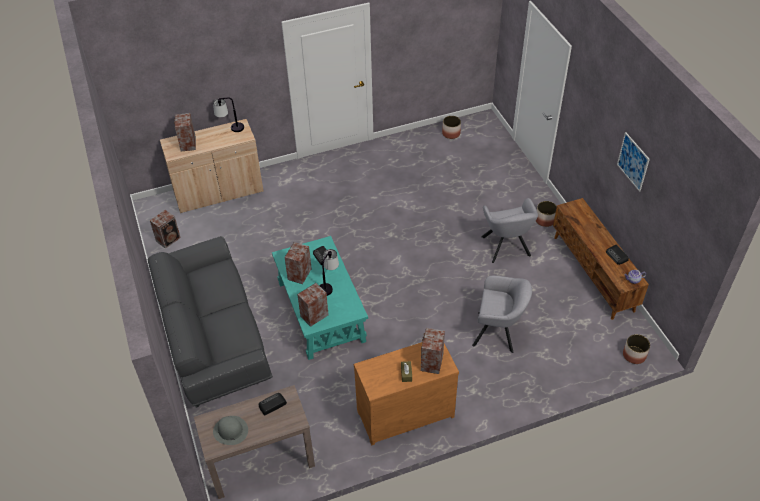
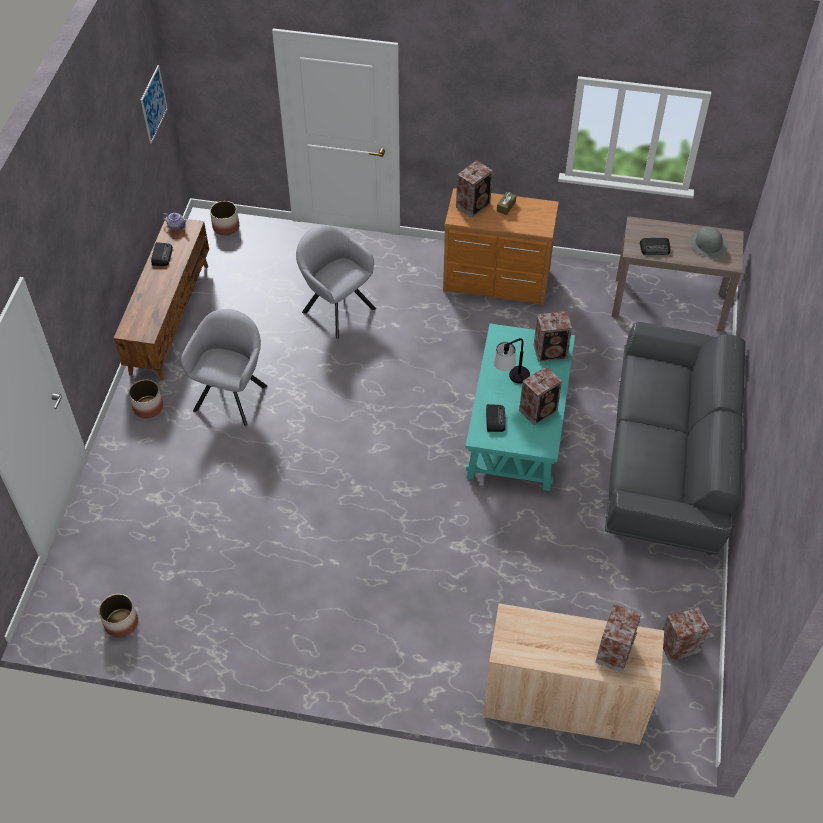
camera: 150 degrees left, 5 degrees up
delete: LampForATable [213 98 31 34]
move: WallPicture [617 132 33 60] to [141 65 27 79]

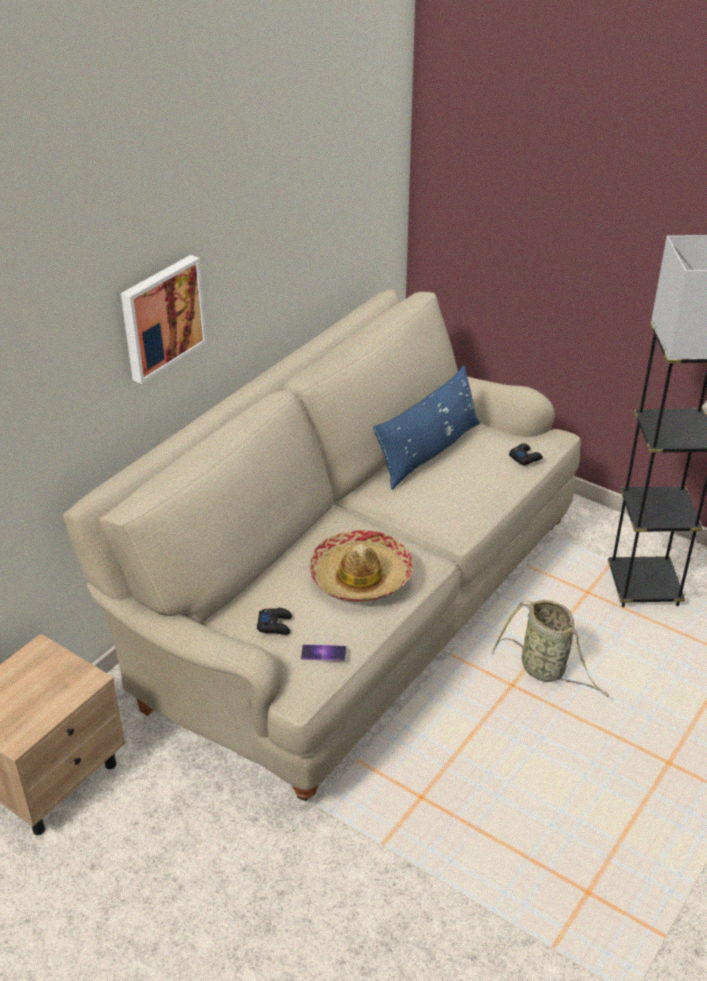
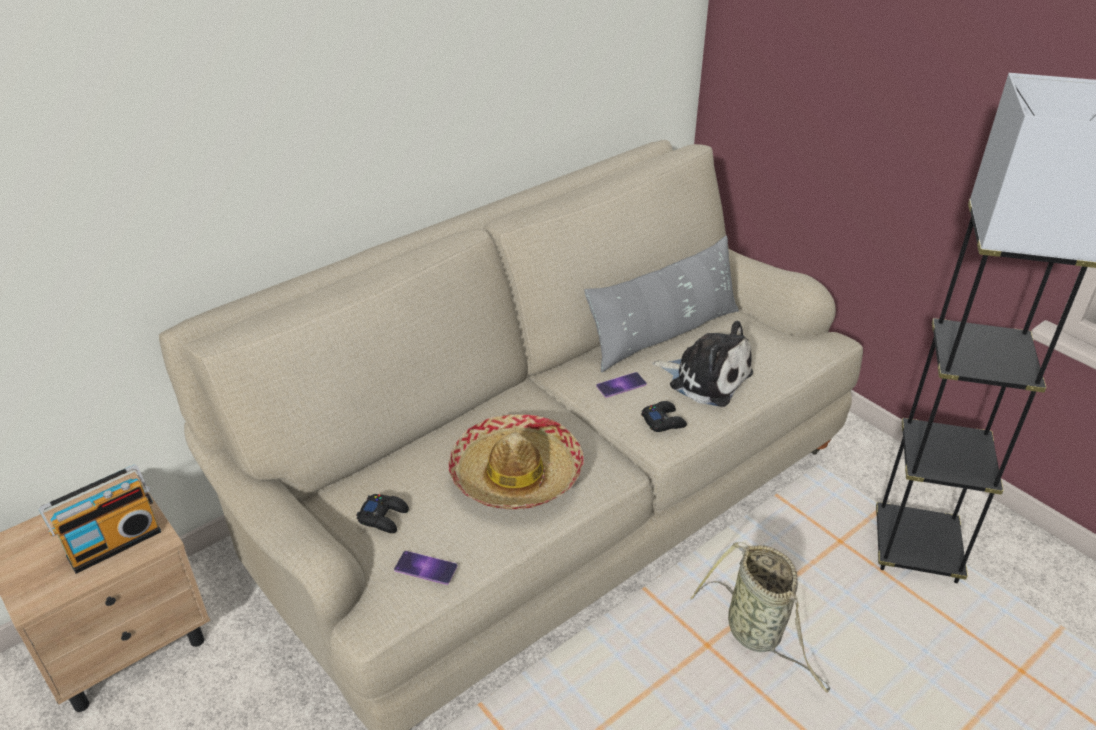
camera: 15 degrees right, 0 degrees up
delete: WallPicture [121 255 86 129]
insert: RadioReceiver [39 465 122 109]; Phone [596 372 51 26]; PlushToy [652 321 101 86]
move: BlackGamepad [509 443 34 22] to [641 401 46 31]
recolor: BluishCushion [373 365 107 125] to GreyishCushion [584 236 155 137]

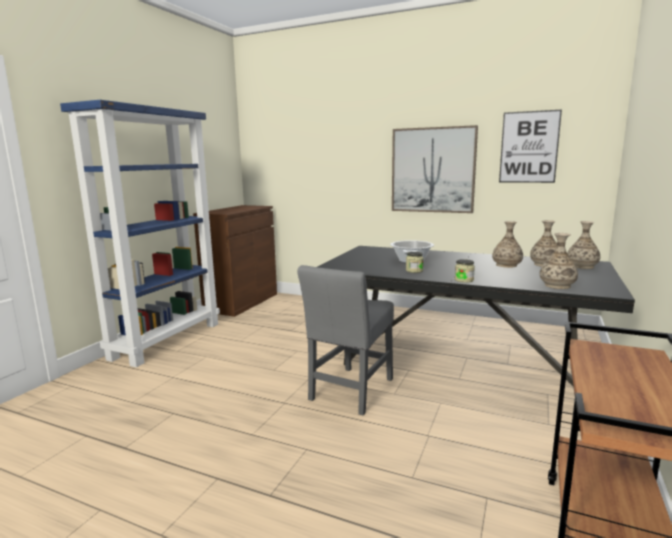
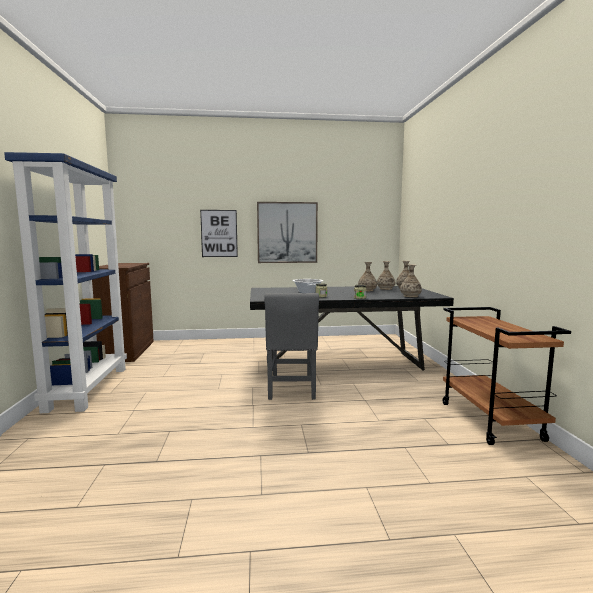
camera: 30 degrees left, 5 degrees down
move: WallPicture [499 110 63 73] to [200 210 38 47]

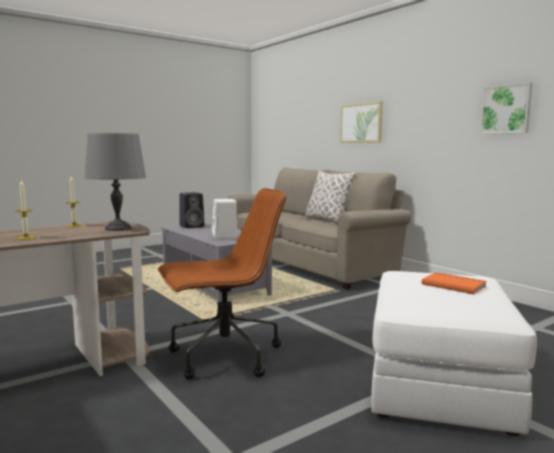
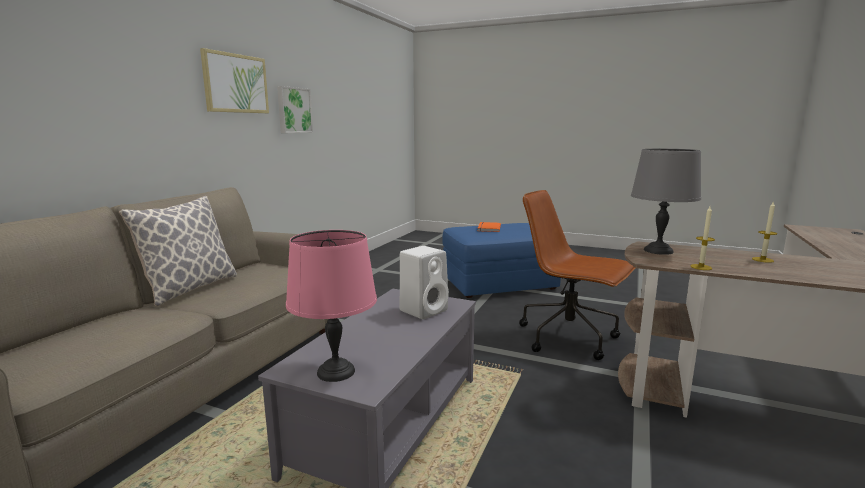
camera: 120 degrees left, 5 degrees up
move: WallPicture [340 101 43 42] to [200 48 69 65]
replace: BlackAudioSpeaker [180 192 24 36] to PinkColouredLampForATable [286 230 91 152]
recolor: WhiteColouredPouffe [371 271 166 165] to BluishPouffe [442 223 119 75]

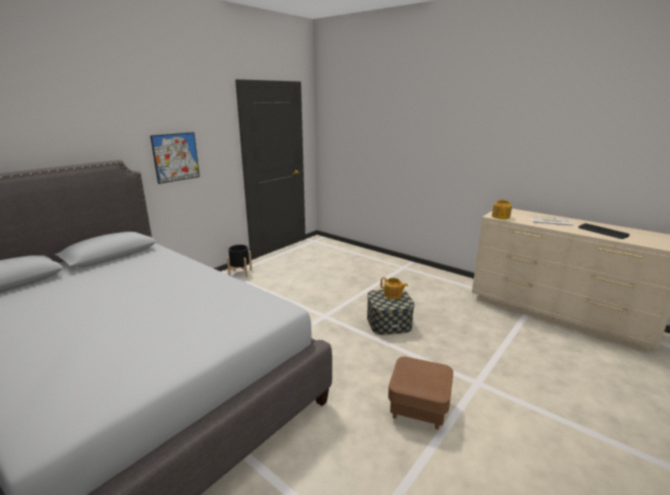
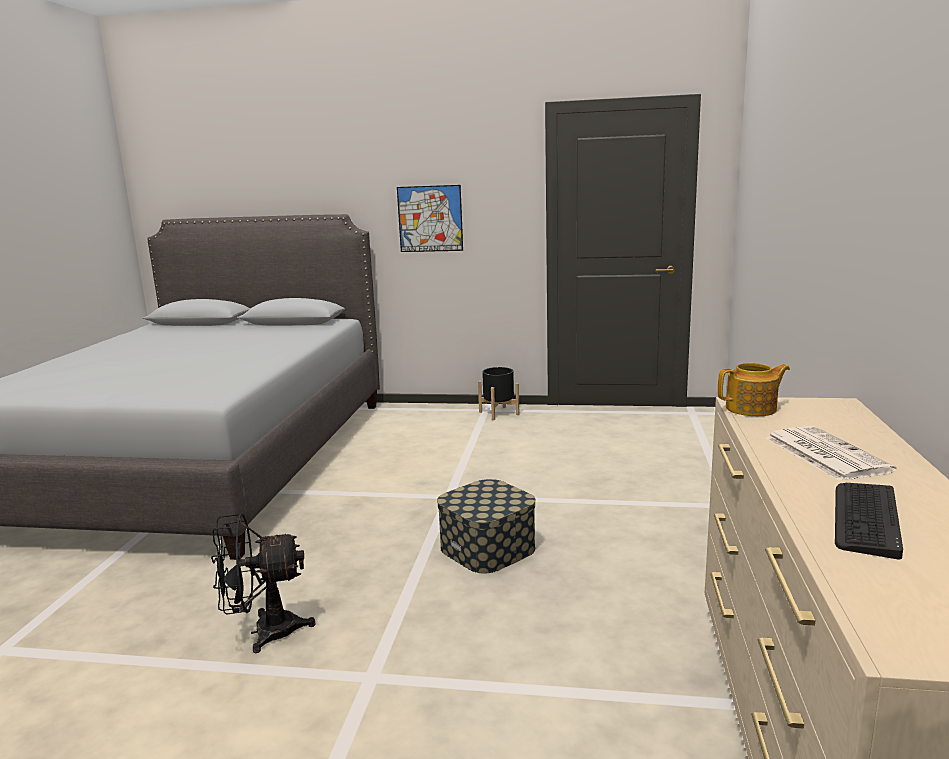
camera: 60 degrees right, 5 degrees down
delete: TeaPot [381 277 27 22]
replace: BrownishPouffe [388 357 65 73] to BlackElectricFan [211 514 105 139]

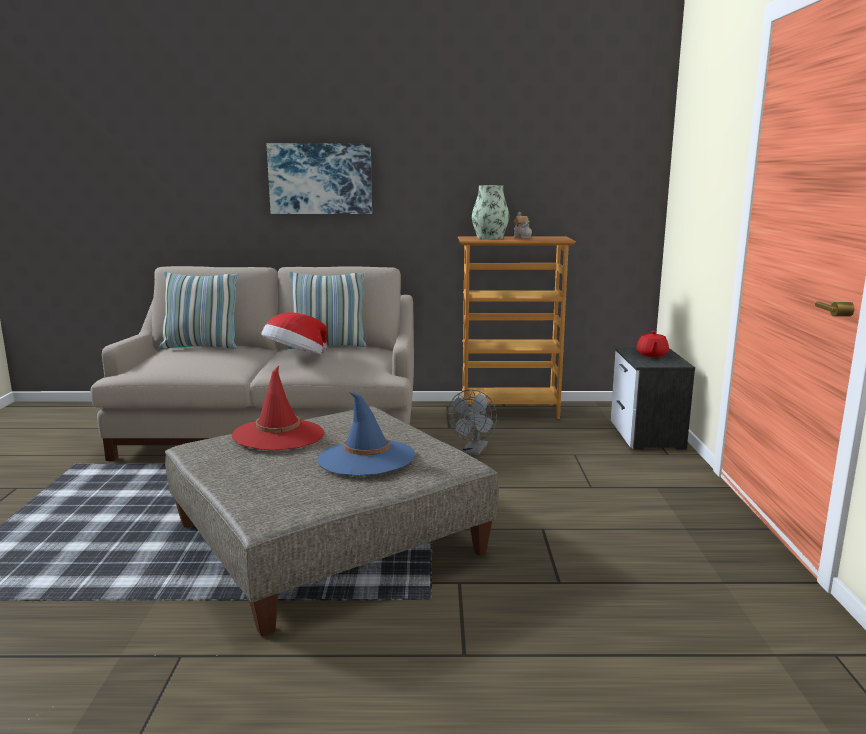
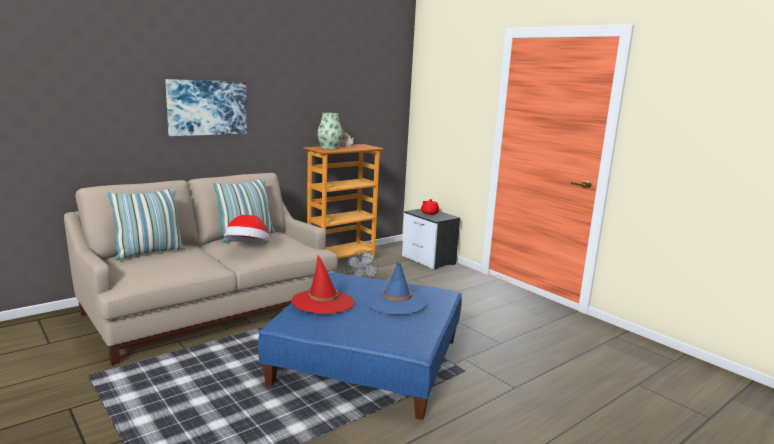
camera: 40 degrees left, 0 degrees up
recolor: SandColouredPouffe [165 406 334 230] to BluishPouffe [258 272 204 148]

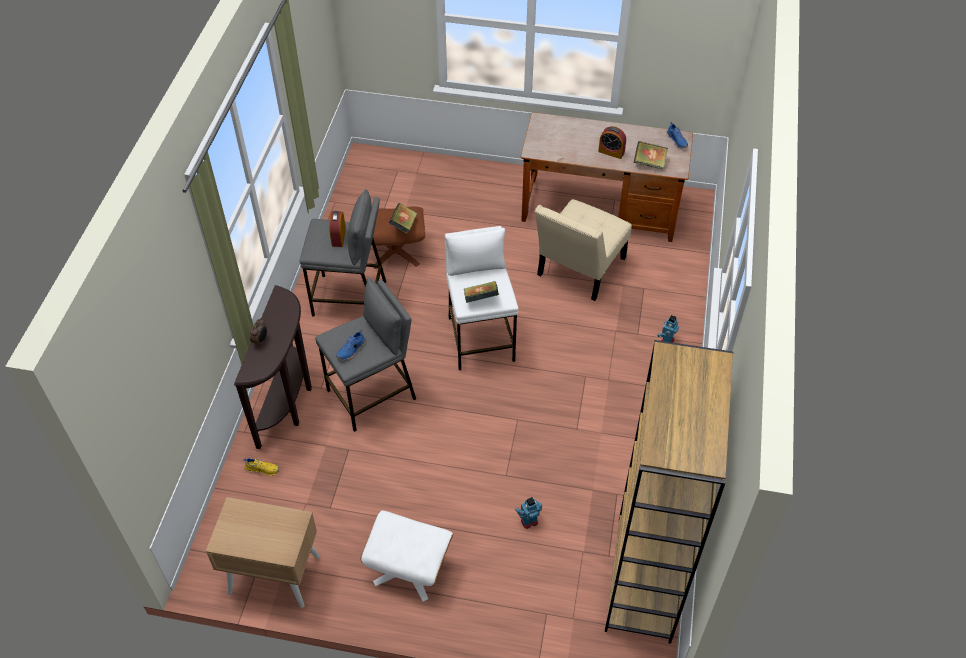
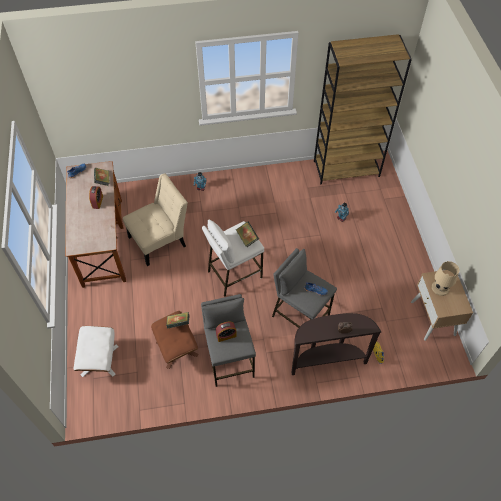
camera: 110 degrees left, 5 degrees up
insert: SandColouredLampForATable [432 261 27 35]
move: WhiteColouredPouffe [360 511 93 91] to [74 326 45 51]
rotate: SandColouredPlainChair [535 199 97 102] = [123 173 65 93] 45 degrees counterclockwise

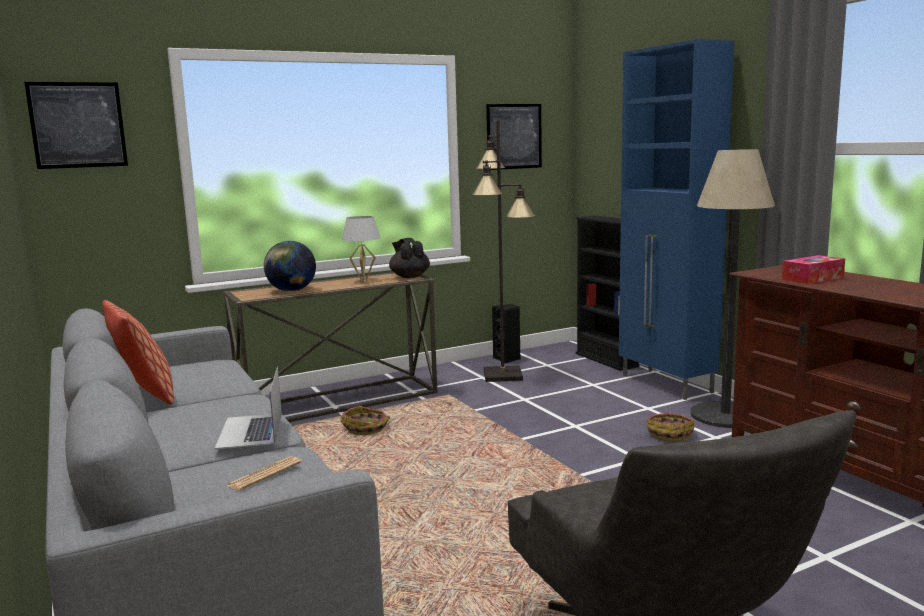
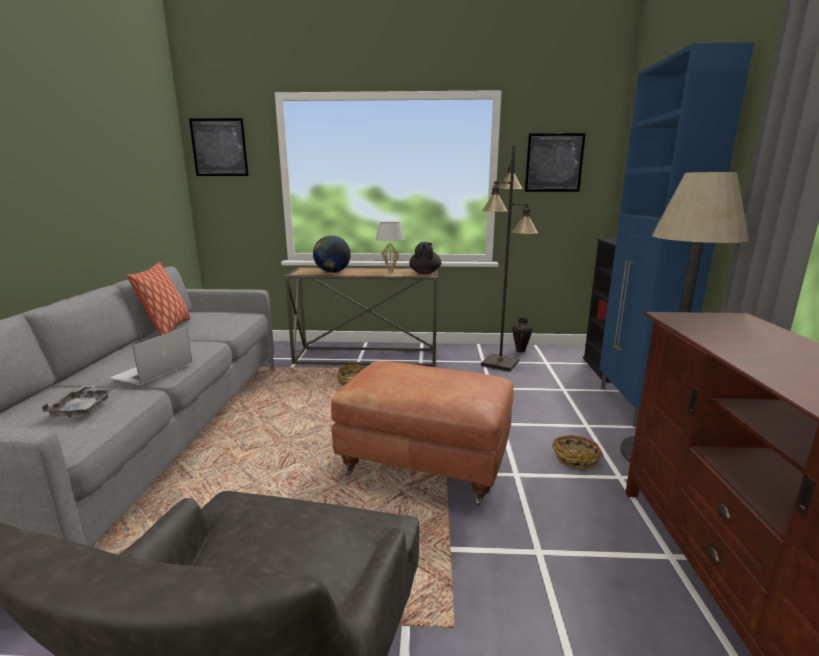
camera: 30 degrees right, 5 degrees up
delete: TissueHolder [782 255 63 29]
insert: BrownishPouffe [331 361 183 145]
replace: Newspaper [226 456 76 35] to GreyishTray [42 385 72 33]; BlackAudioSpeaker [492 304 28 59] to DecorativeVase [513 318 19 34]

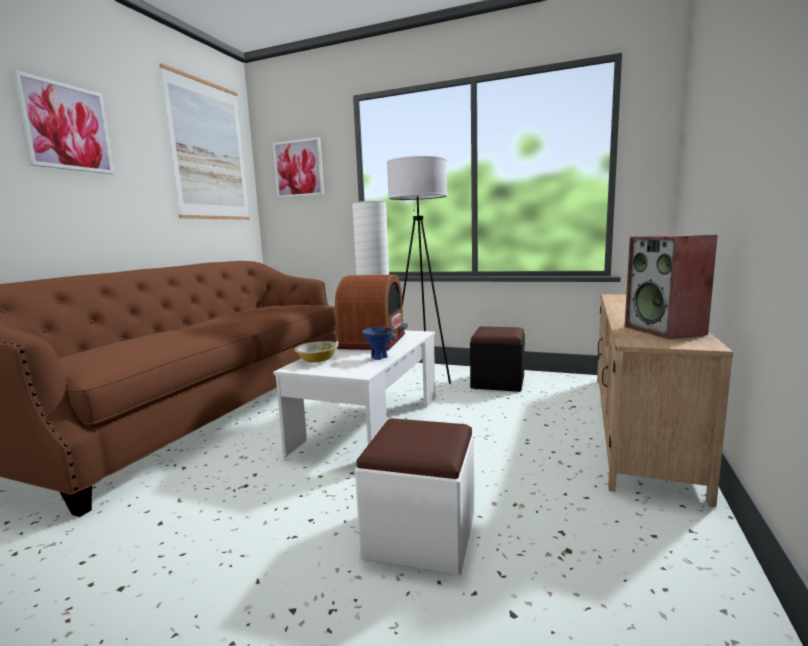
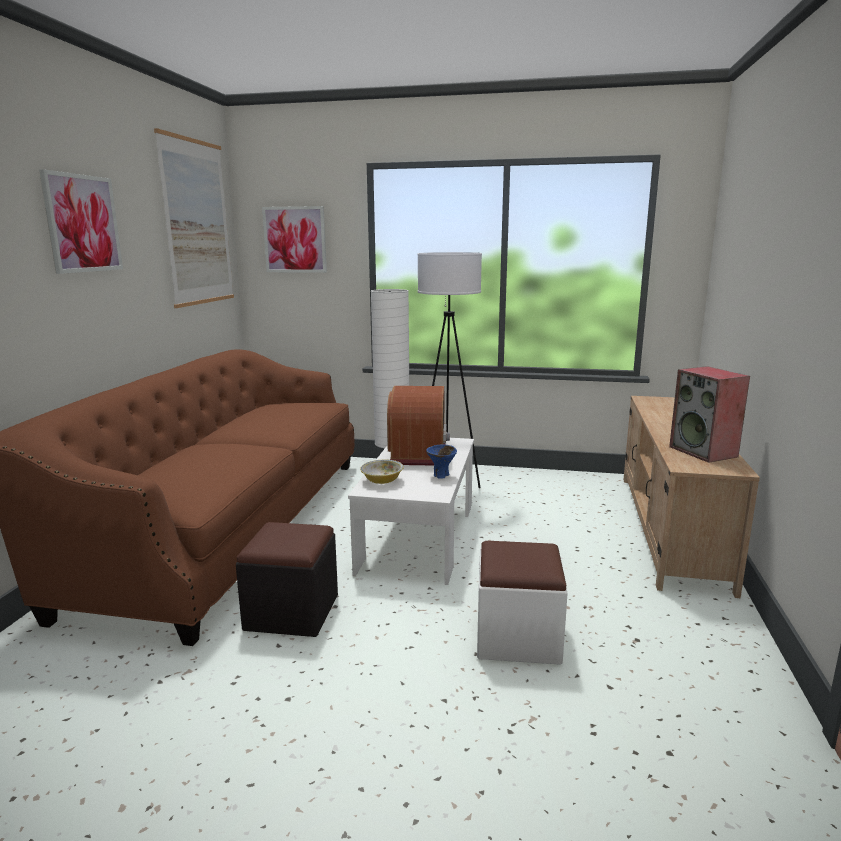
camera: 10 degrees left, 5 degrees up
move: BlackPouffe [470 326 55 66] to [236 522 102 115]

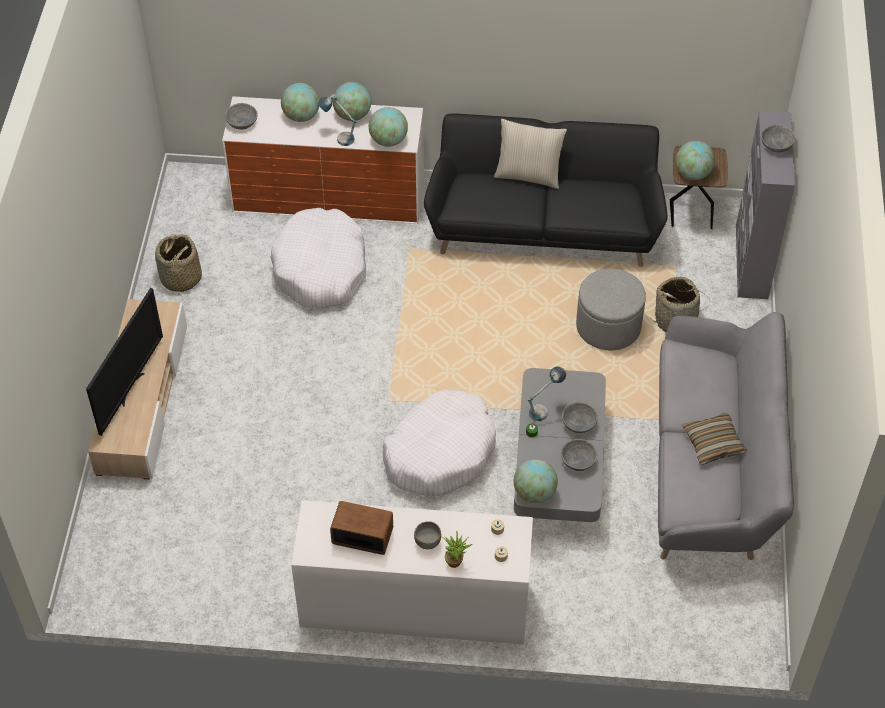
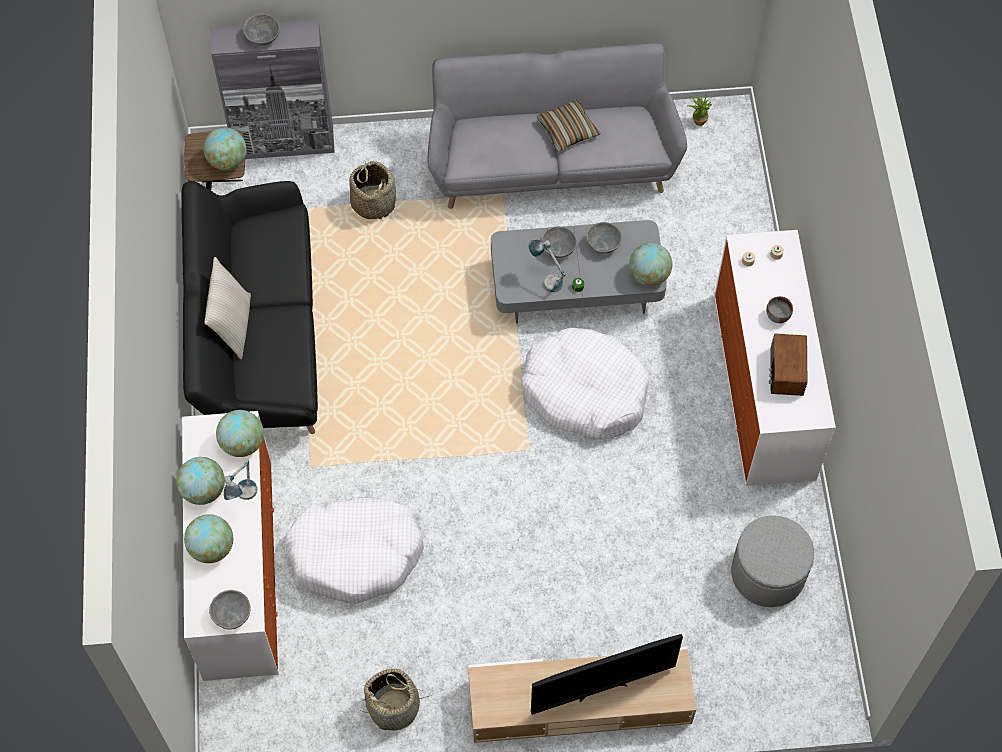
camera: 100 degrees left, 10 degrees up
move: PlantInAPot [442 531 30 37] to [688 94 24 32]; GreyishPouffe [576 269 70 81] to [731 516 83 91]
rotate: TvSet [86 288 77 148] = [531 634 152 81] 150 degrees clockwise

